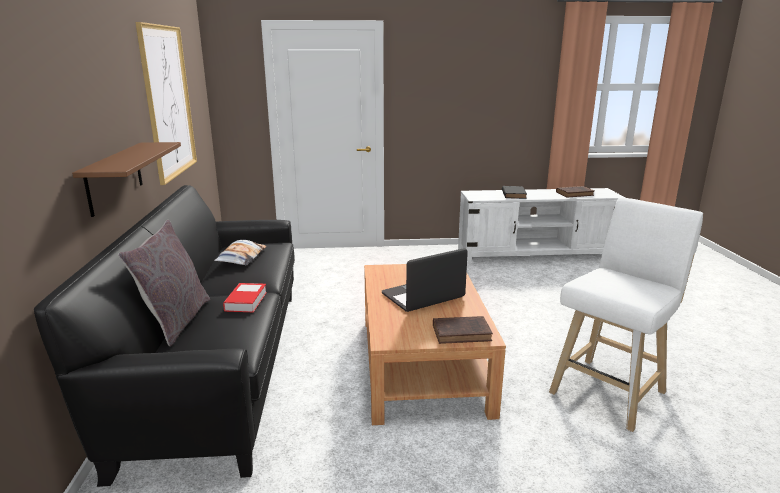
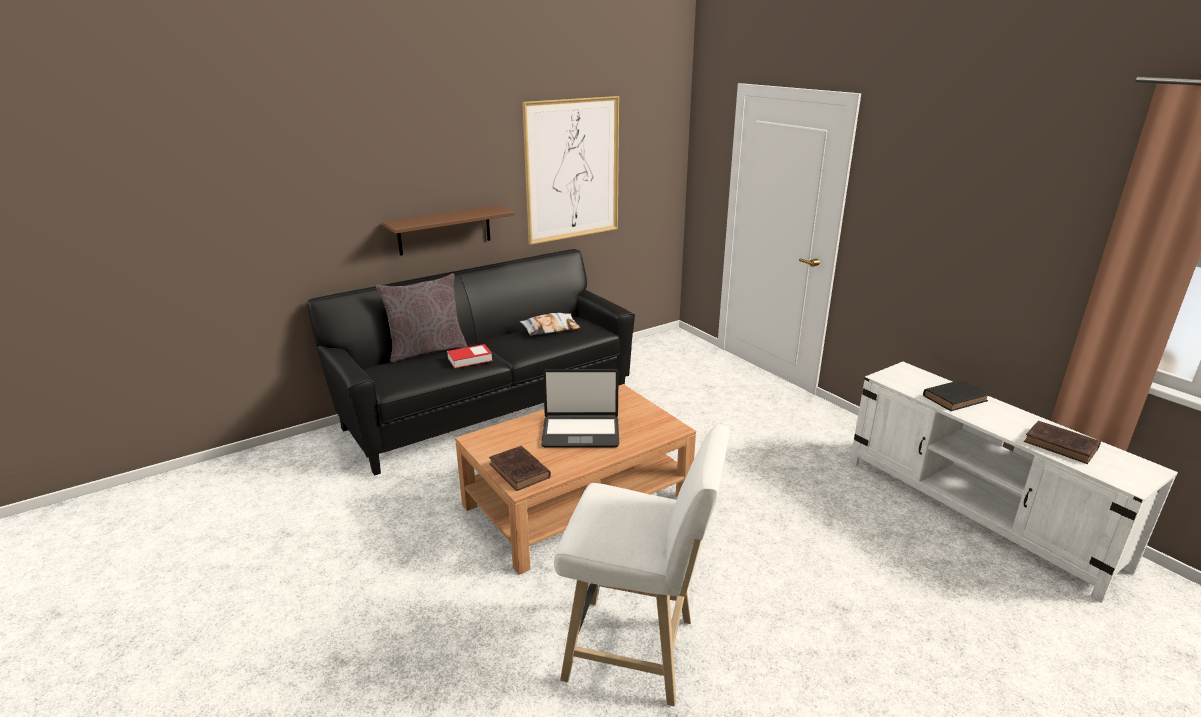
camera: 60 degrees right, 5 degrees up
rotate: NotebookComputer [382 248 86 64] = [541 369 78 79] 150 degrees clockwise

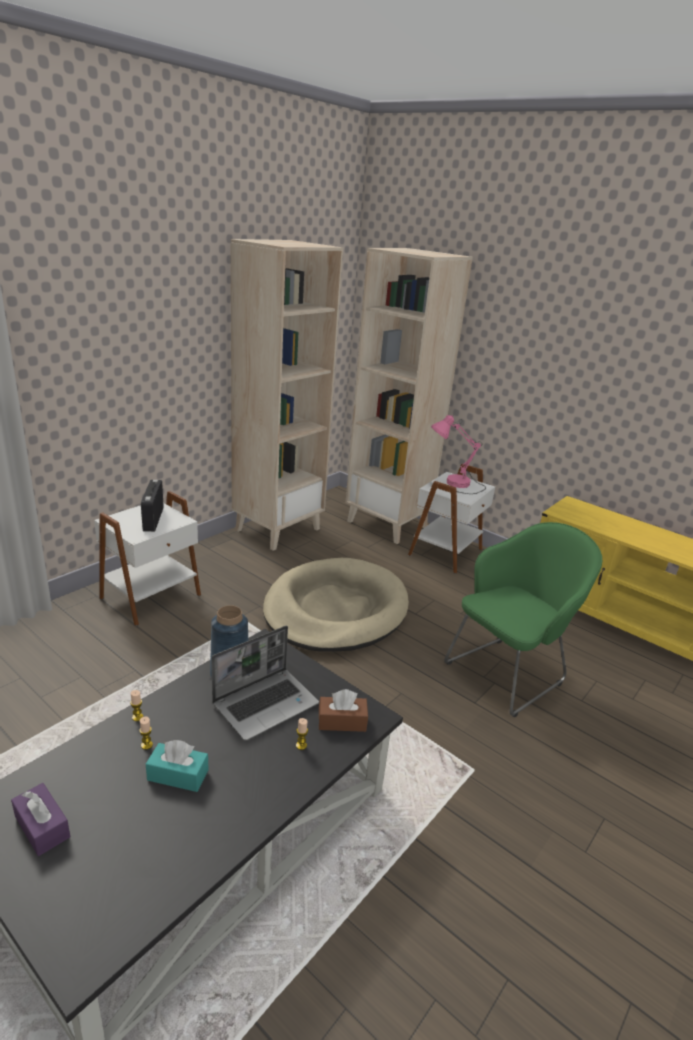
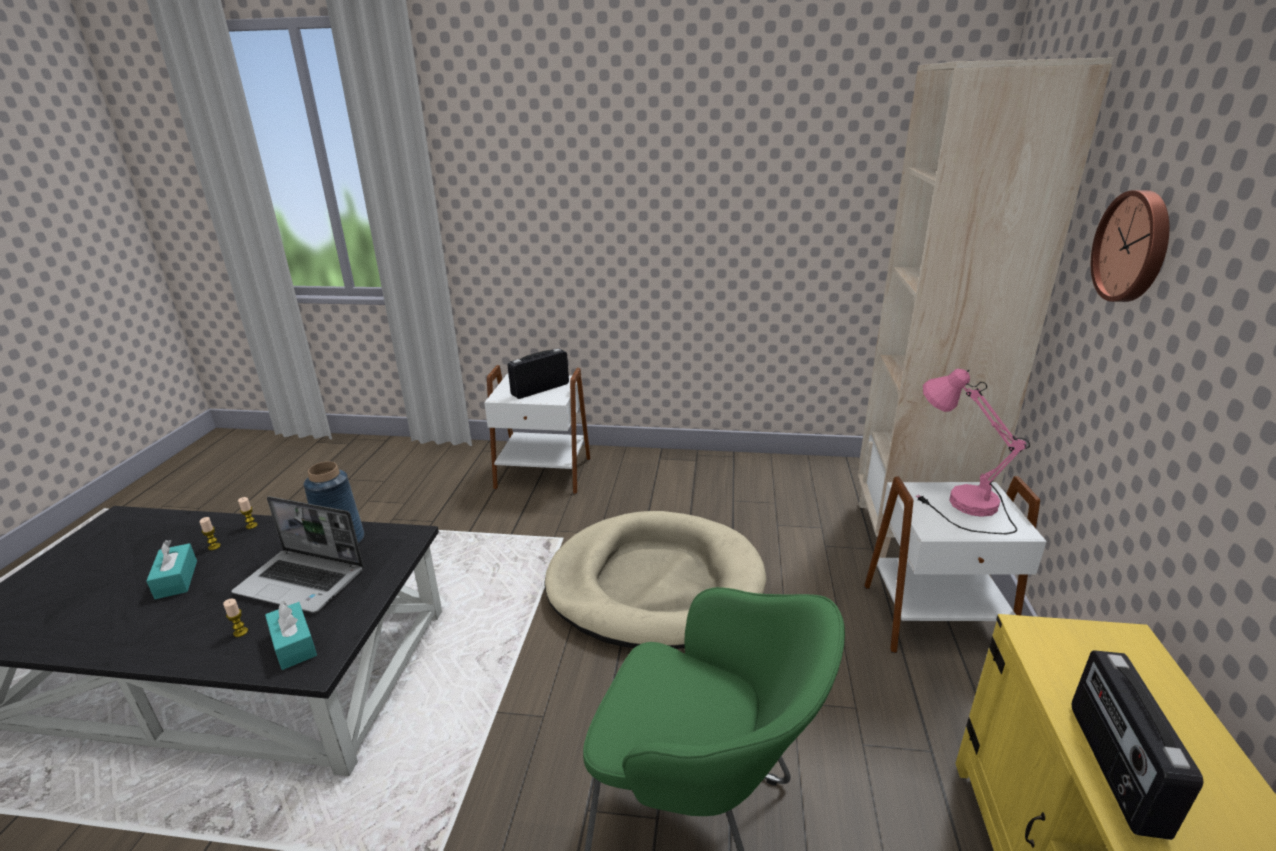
camera: 60 degrees right, 0 degrees up
delete: PurplishTissueHolder [11 783 59 73]; SandColouredShelvingUnit [231 239 112 312]
insert: RadioReceiver [1072 650 131 190]; HangingClock [1091 190 78 112]
recolor: BrownishTissueHolder [319 689 49 43] to TurquoiseTissueHolder [265 601 52 69]

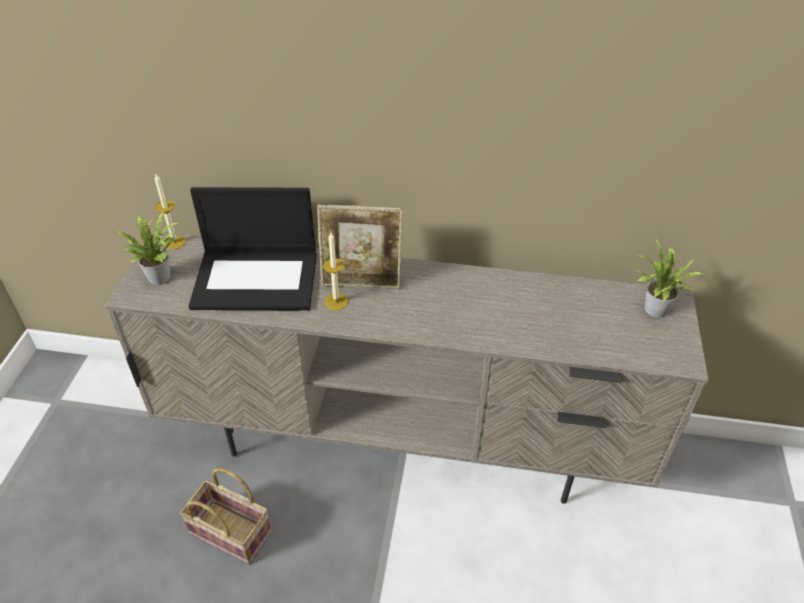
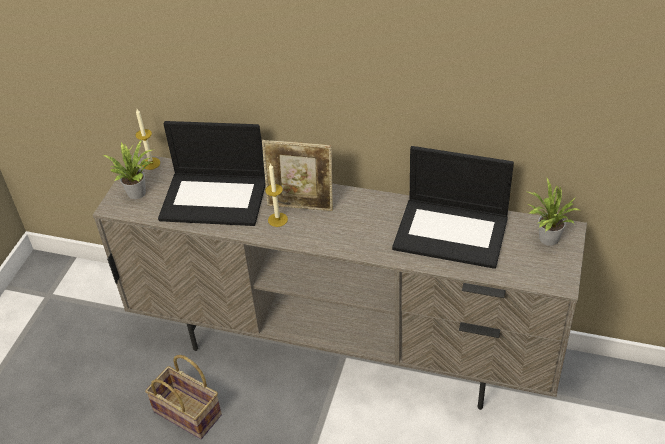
camera: 10 degrees right, 0 degrees up
insert: NotebookComputer [392 146 122 123]

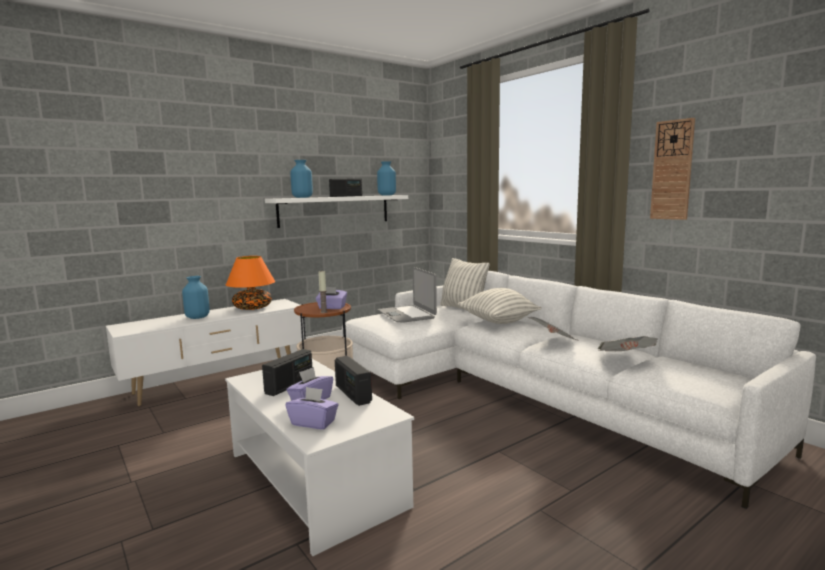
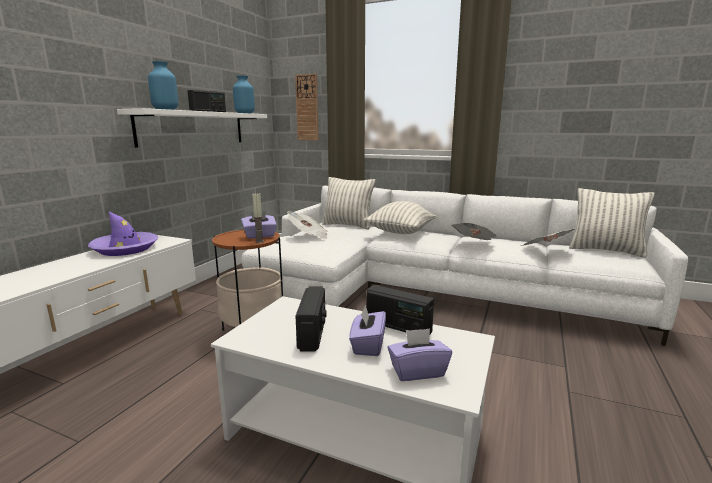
camera: 30 degrees left, 5 degrees up
delete: BluishDecorativeVase [182 276 28 43]
insert: Cushion [569 188 86 70]
move: HangingClock [650 118 45 102] to [295 74 24 66]
replace: OrangeColouredLampForATable [226 256 49 54] to PurplishClothingHat [88 211 70 45]; NotebookComputer [378 267 59 56] to Newspaper [287 211 41 28]

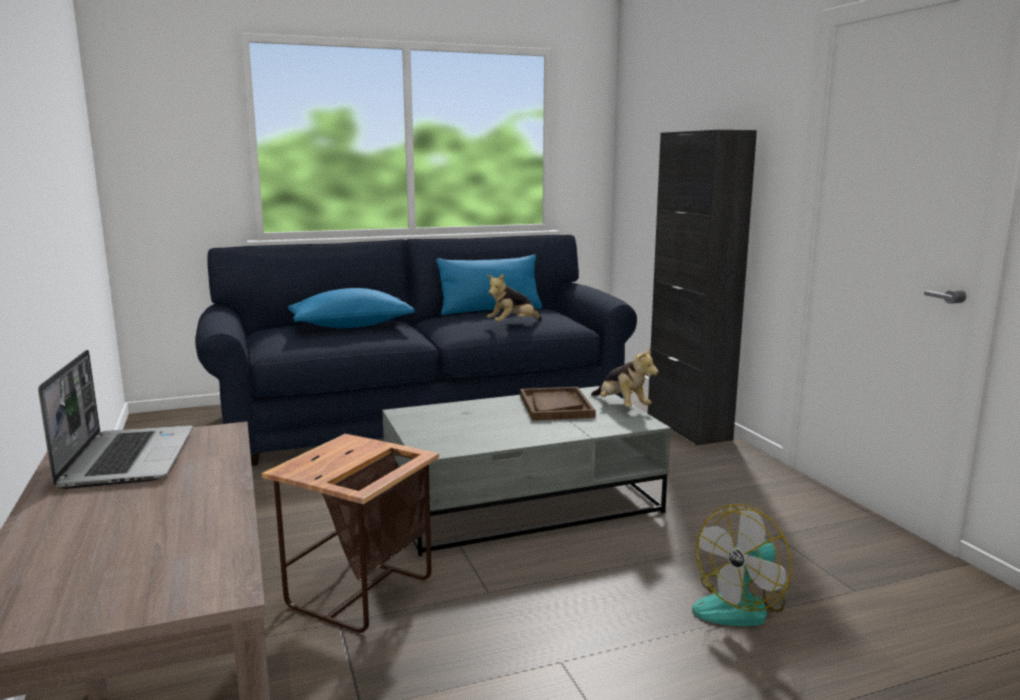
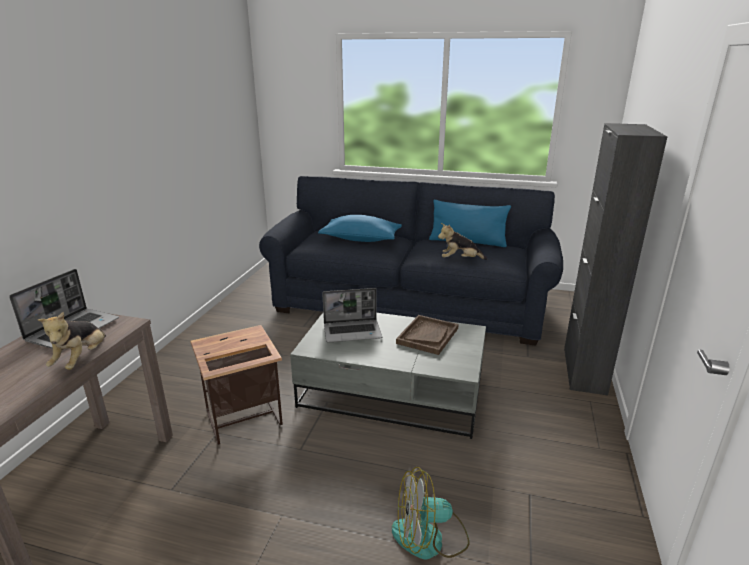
camera: 35 degrees right, 10 degrees up
insert: NotebookComputer [322 288 60 55]
move: PlushToy [591 347 68 60] to [38 312 68 58]

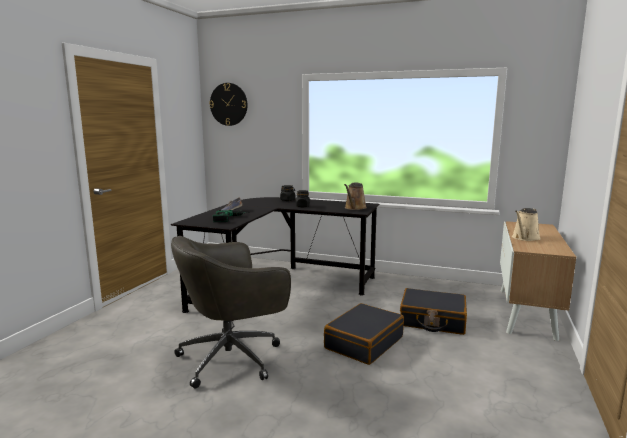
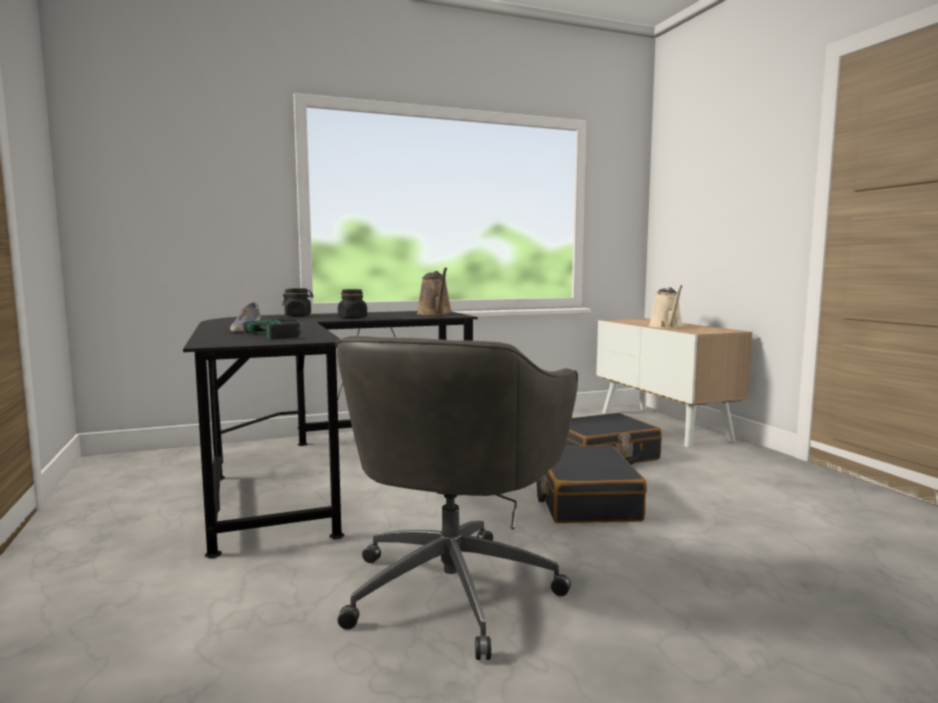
camera: 40 degrees left, 5 degrees down
delete: HangingClock [209 83 39 43]

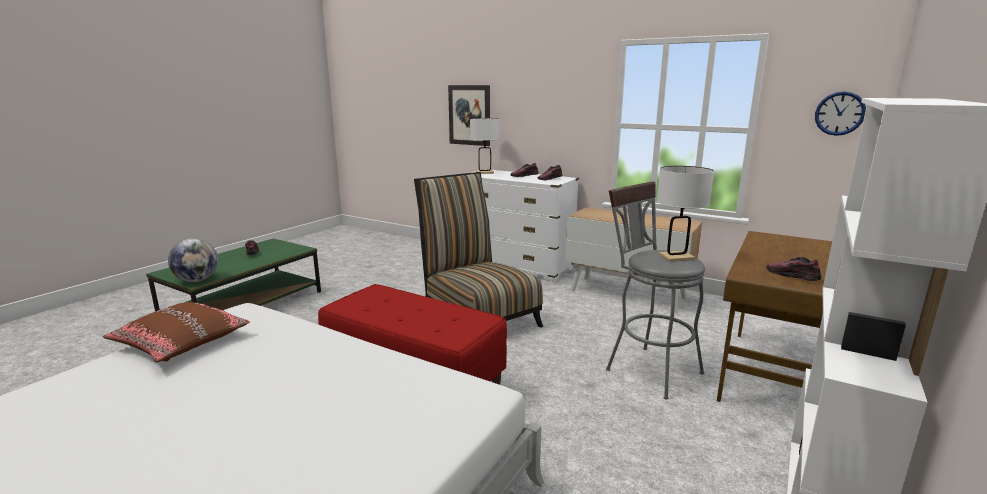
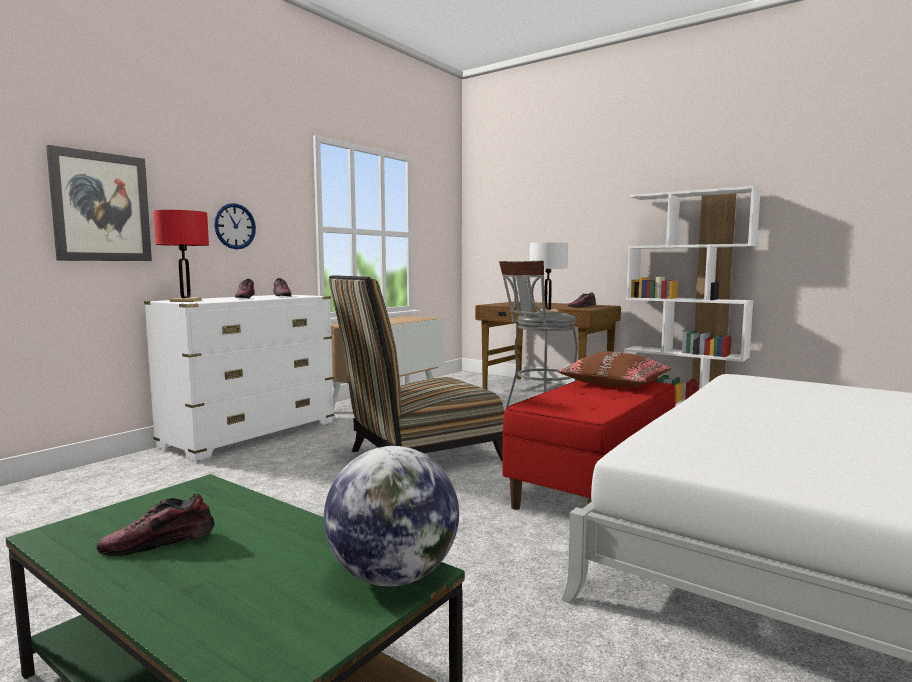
camera: 85 degrees left, 10 degrees down
move: HangingClock [815 91 51 45] to [214 203 42 46]; BrownishCushion [103 302 147 60] to [558 351 113 37]
recolor: WhiteColouredLampForATable [470 118 29 56] to RedLampForATable [153 210 56 92]

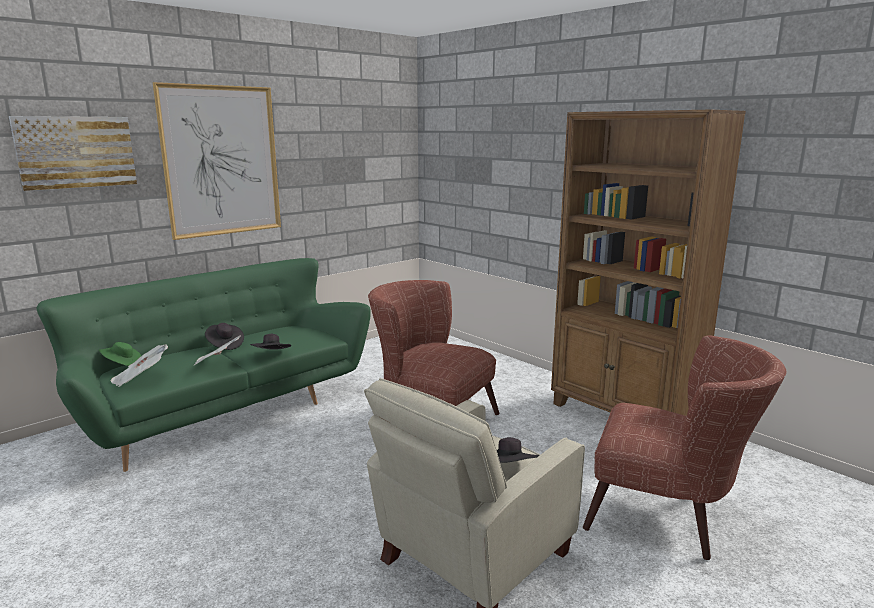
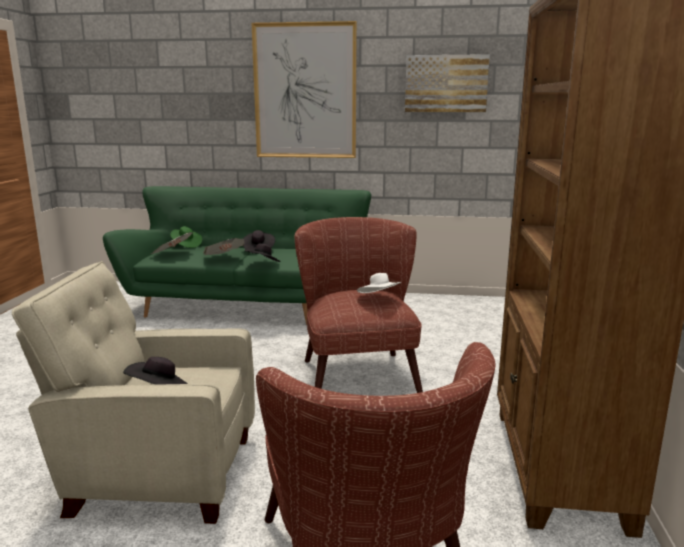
camera: 50 degrees right, 0 degrees up
insert: WhiteColouredClothingHat [357 273 44 20]
move: WallPicture [9 116 128 75] to [405 54 85 58]

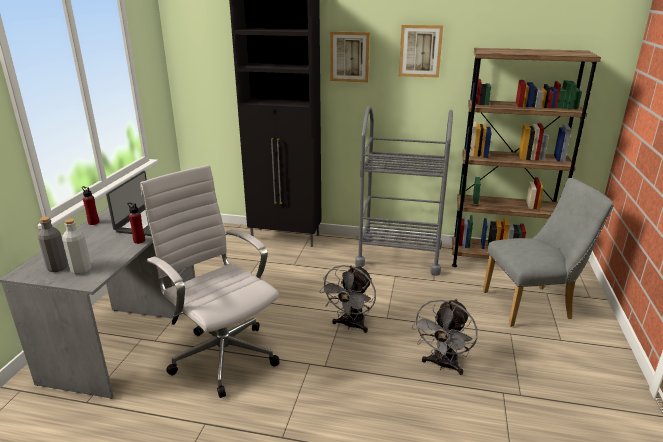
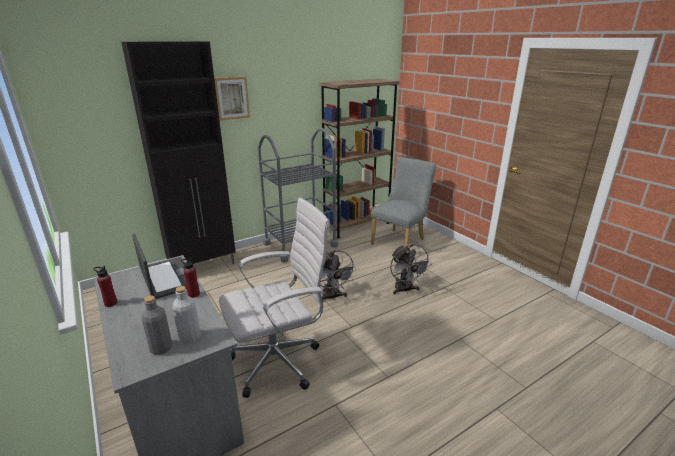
camera: 45 degrees left, 0 degrees up
delete: WallPicture [399 25 44 53]
rotate: WhiteColouredComputerChair [140 165 139 233] = [219 198 112 200] 150 degrees clockwise

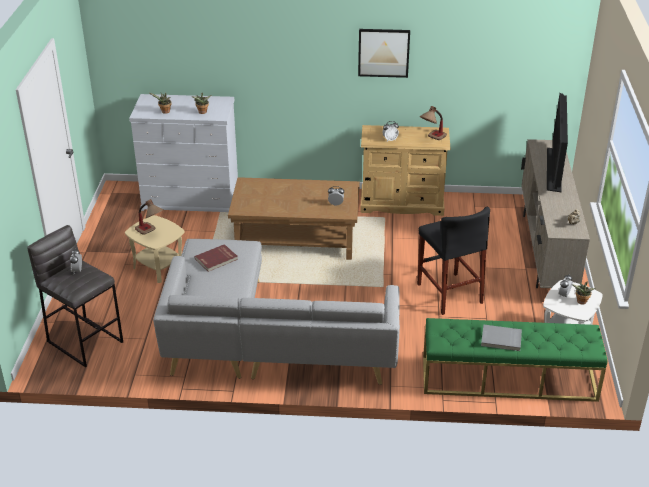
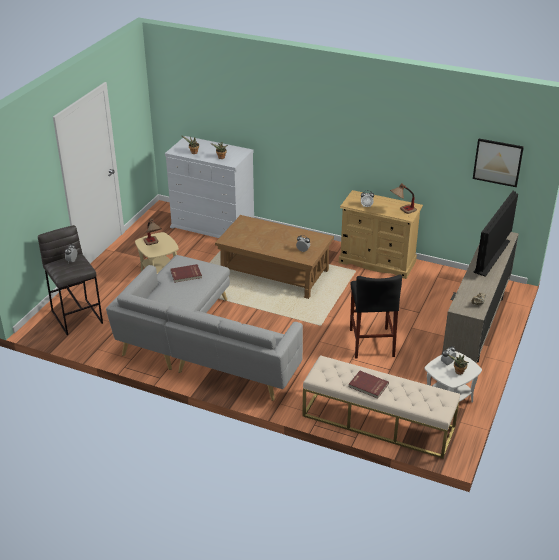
camera: 20 degrees right, 0 degrees up
move: WallPicture [358 29 52 49] to [473 139 51 48]
recolor: GreenColouredLongSeat [423 318 184 84] to SandColouredLongSeat [302 355 158 104]; GreyishVolume [481 325 41 26] to RedVolume [349 371 40 28]

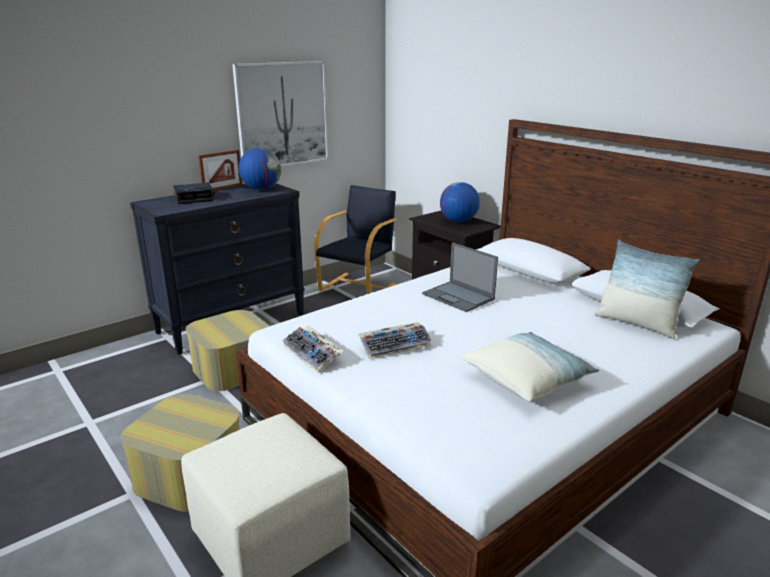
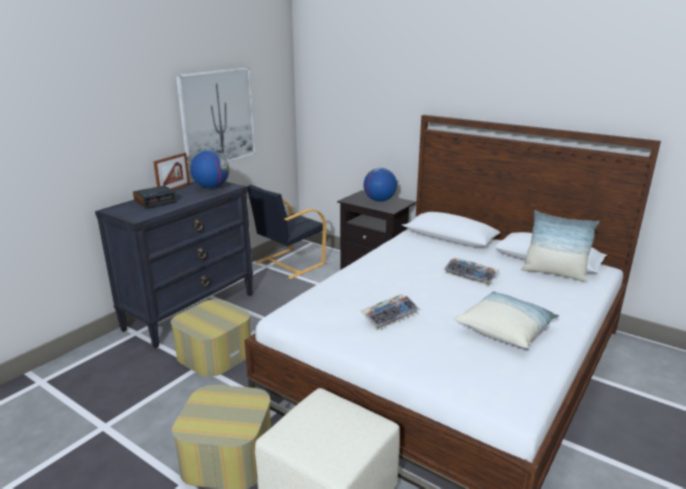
camera: 15 degrees left, 0 degrees up
delete: NotebookComputer [422 242 76 70]
move: ComputerKeyboard [282 326 62 47] to [444 258 55 28]
rotate: BlackEasyChair [314 185 84 109] = [247 185 79 94] 150 degrees counterclockwise

